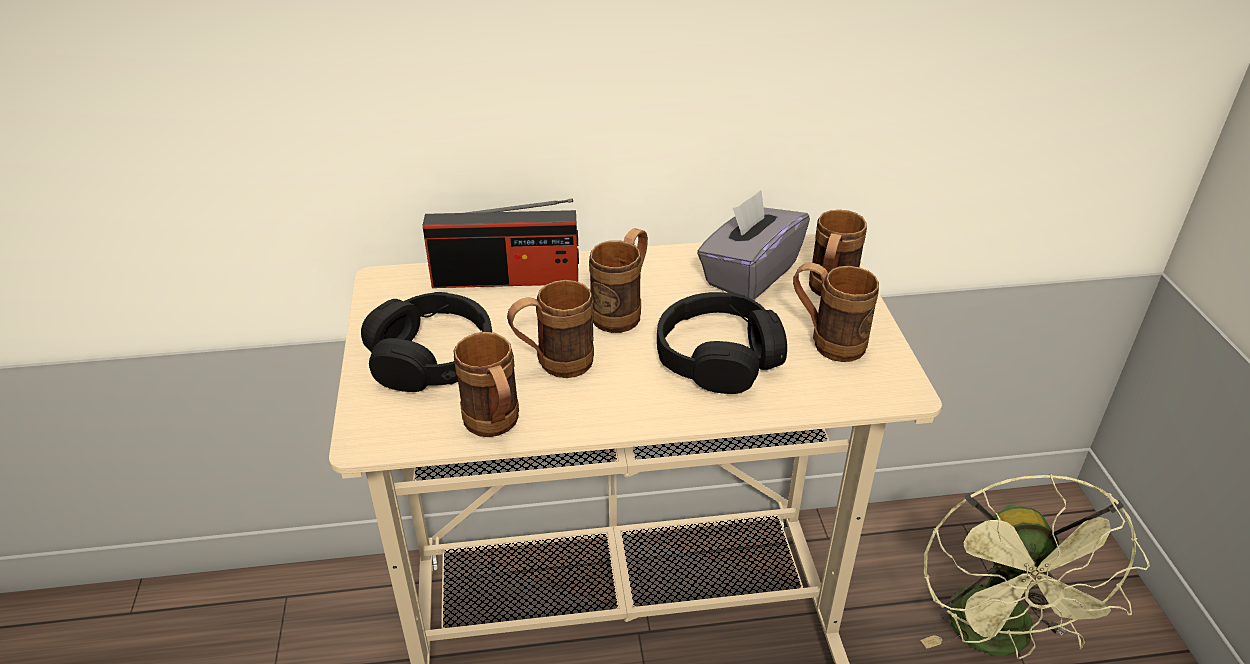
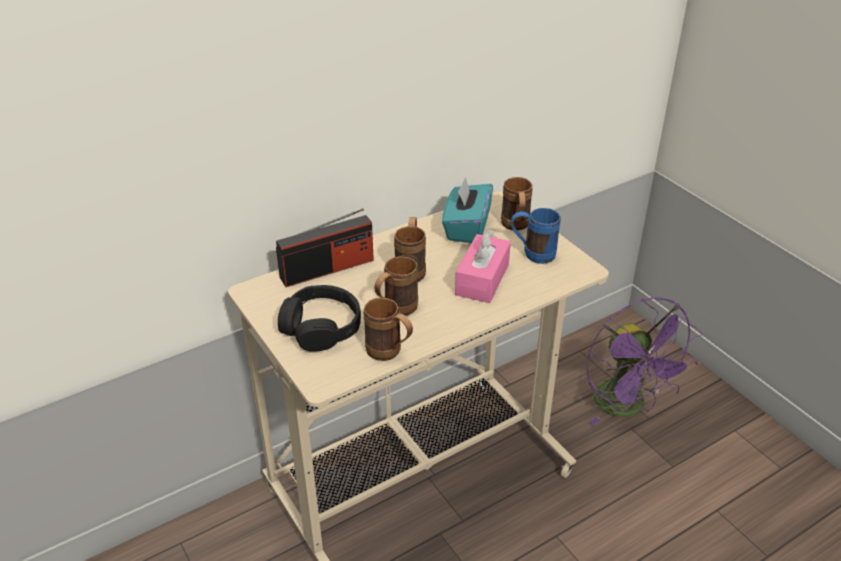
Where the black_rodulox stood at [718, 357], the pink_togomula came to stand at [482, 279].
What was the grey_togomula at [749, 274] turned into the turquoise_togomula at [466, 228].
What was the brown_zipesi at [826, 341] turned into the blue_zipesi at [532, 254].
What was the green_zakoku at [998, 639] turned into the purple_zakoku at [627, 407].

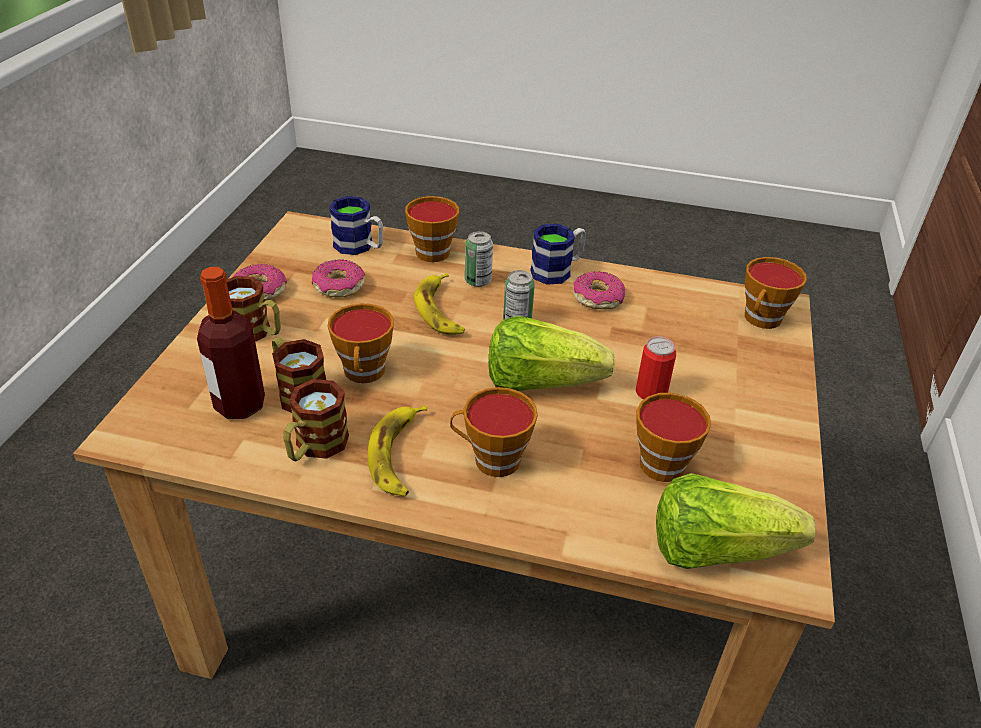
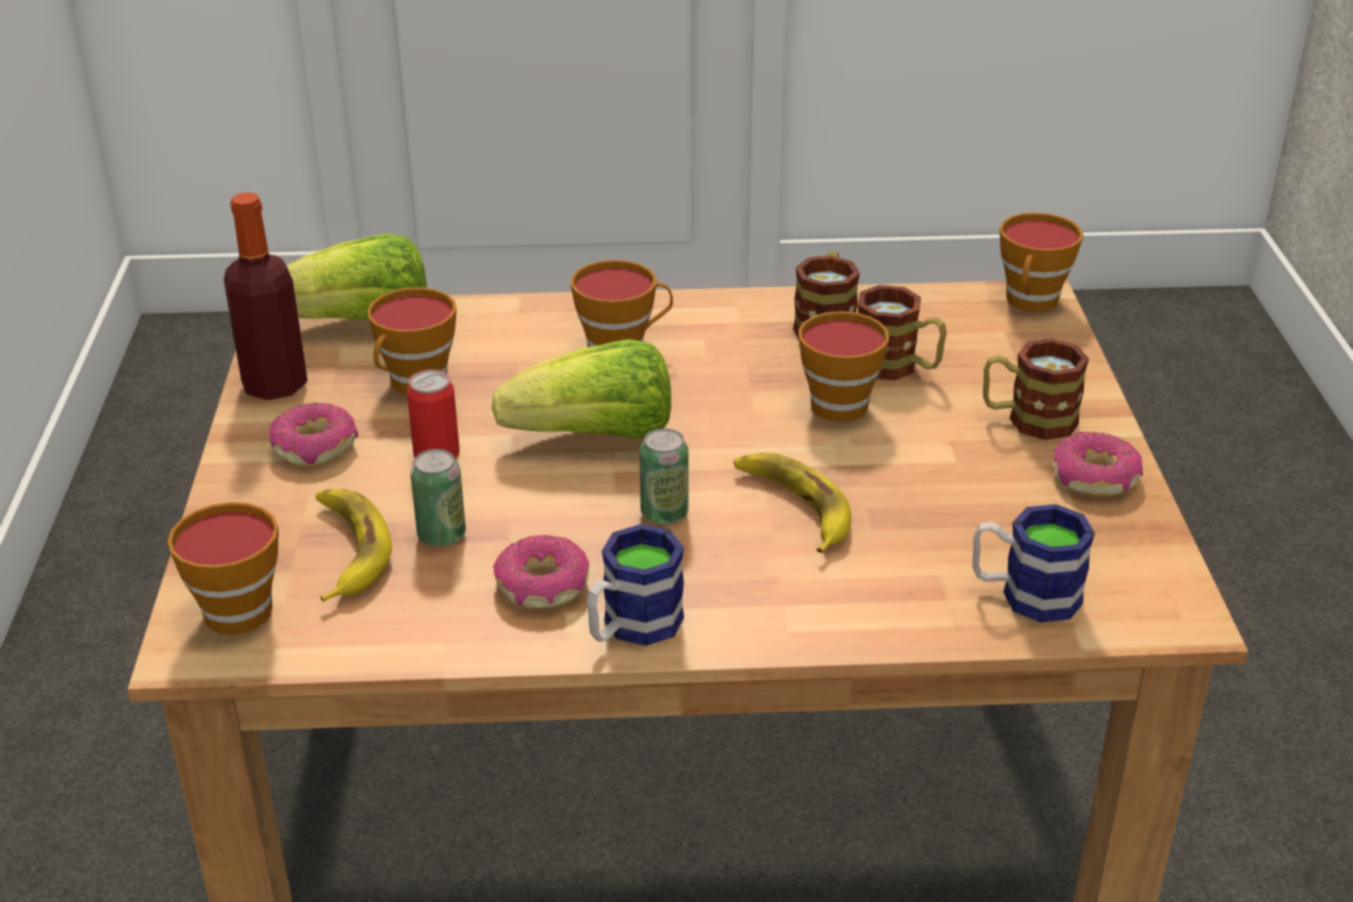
The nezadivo ended up elsewhere, having gone from [240, 405] to [275, 385].
The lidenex ended up elsewhere, having gone from [338, 286] to [315, 446].
The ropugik ended up elsewhere, having gone from [398, 455] to [347, 550].
The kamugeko ended up elsewhere, having gone from [435, 251] to [1031, 302].
The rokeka ended up elsewhere, having gone from [478, 281] to [441, 535].

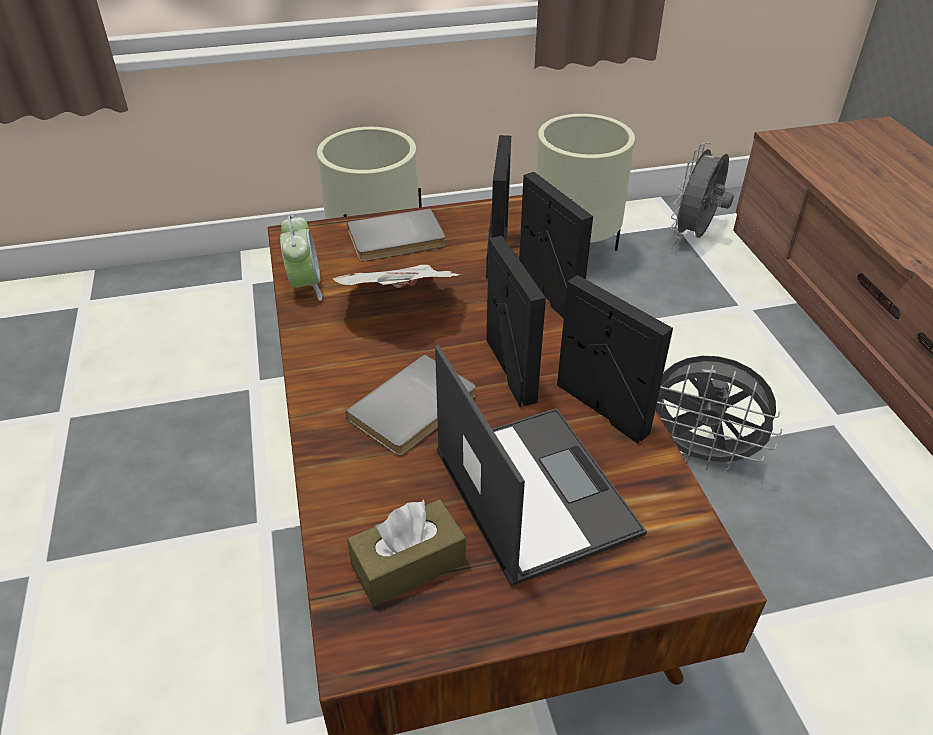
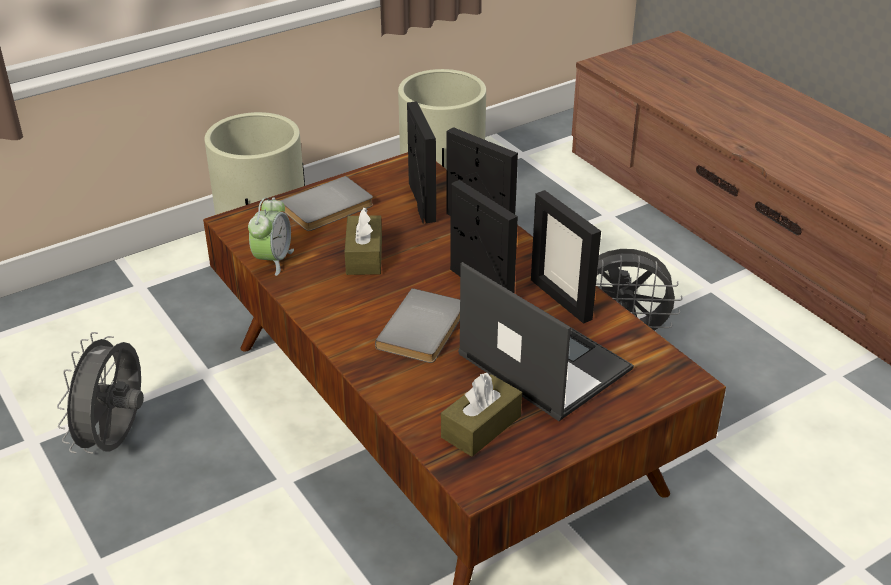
The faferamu at [305, 286] ended up facing another way, 45 degrees clockwise from before.
Where the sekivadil stood at [401, 302], the brown_togomula came to stand at [364, 256].
The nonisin at [600, 410] ended up facing another way, 150 degrees counterclockwise from before.
The grey_zakoku ended up elsewhere, having gone from [694, 235] to [116, 440].

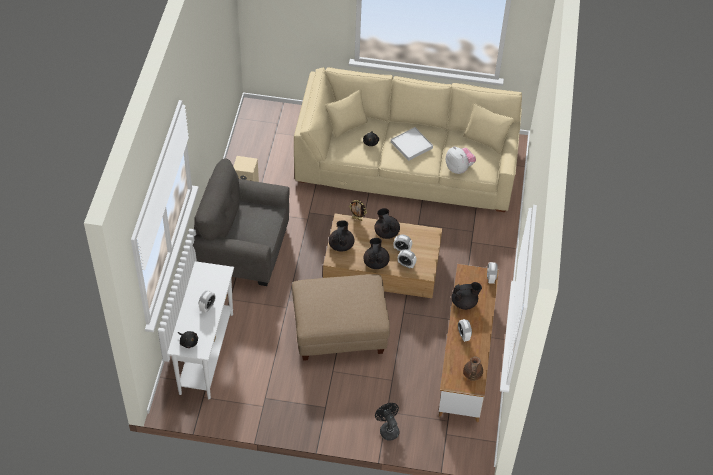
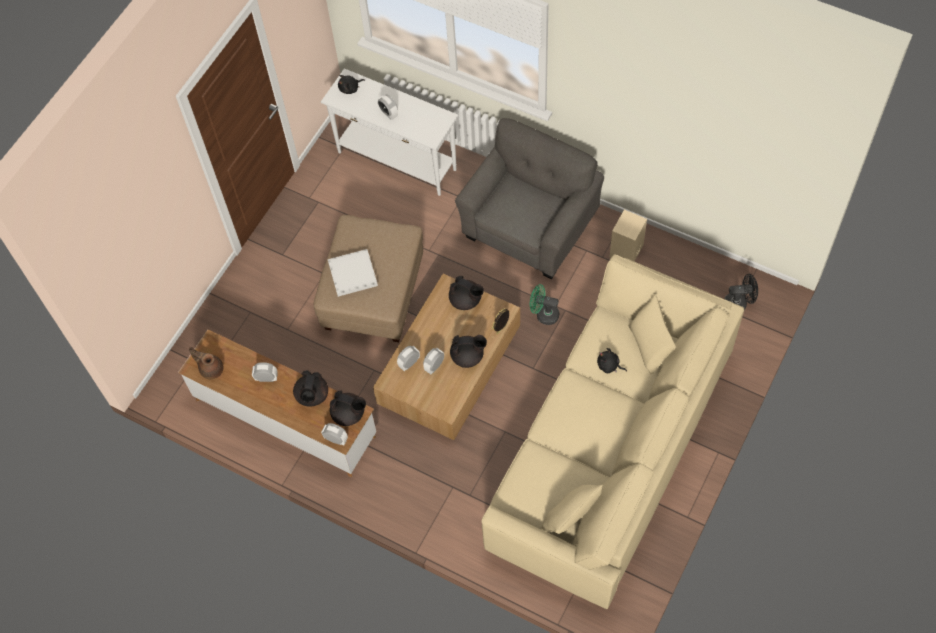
The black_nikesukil ended up elsewhere, having gone from [376, 262] to [349, 414].
The black_zakoku ended up elsewhere, having gone from [387, 429] to [739, 303].
The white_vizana ended up elsewhere, having gone from [411, 145] to [352, 274].
The second view lost the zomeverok at [459, 168].
The second view gained the green_zakoku at [543, 314].

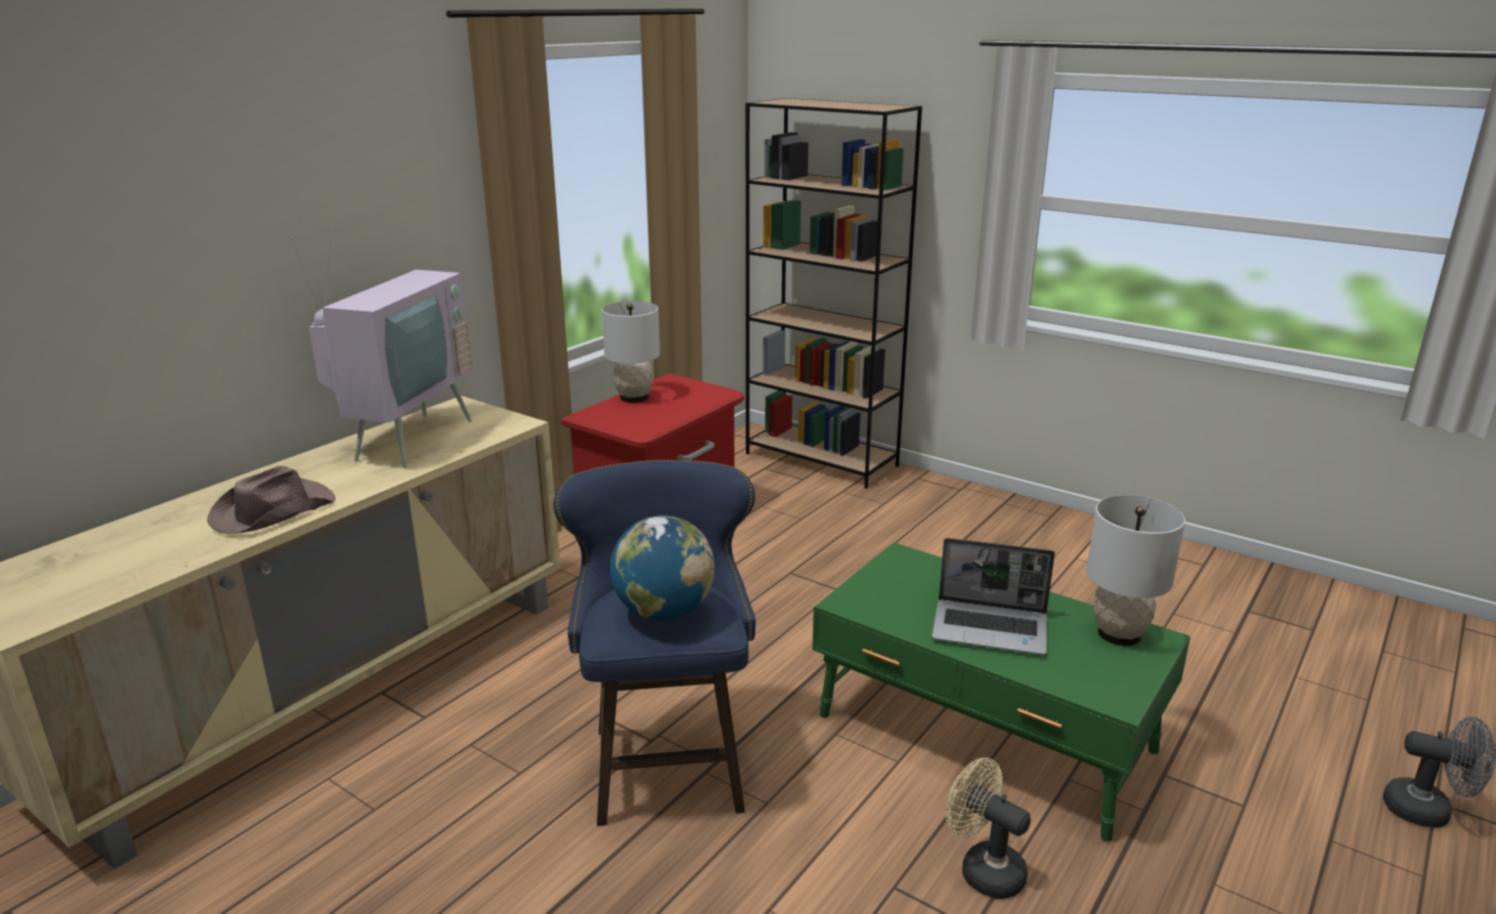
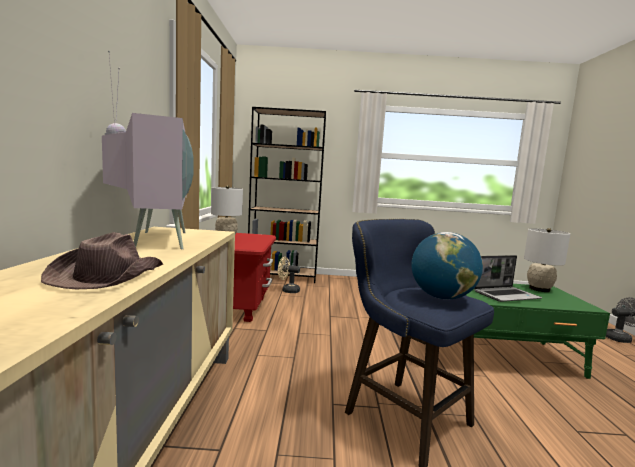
The beige_zakoku ended up elsewhere, having gone from [983, 869] to [287, 290].

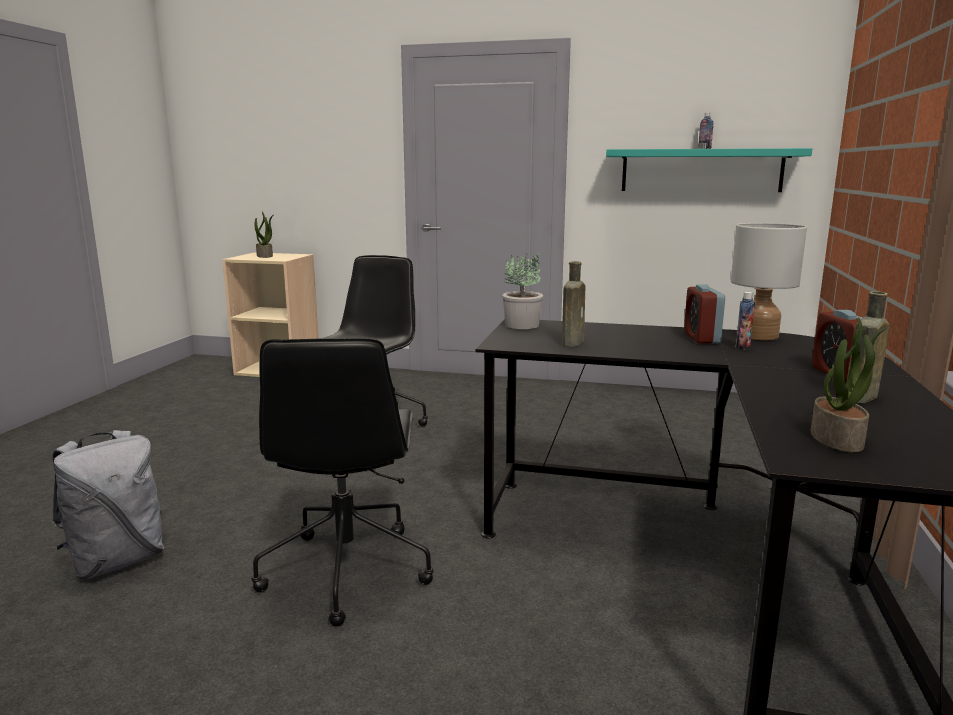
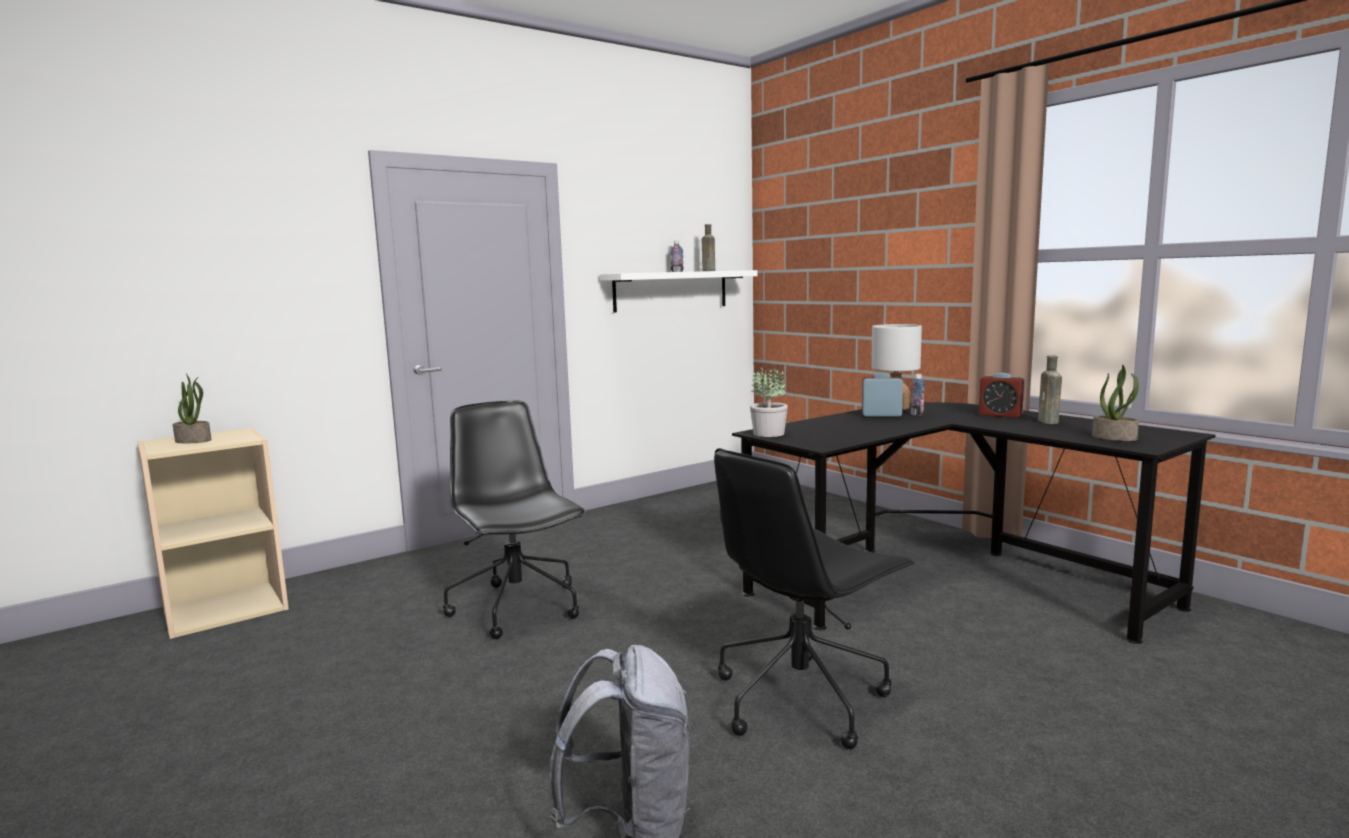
The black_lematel at [347, 567] ended up facing another way, 105 degrees clockwise from before.
The brown_nezadivo ended up elsewhere, having gone from [573, 342] to [708, 271].
What was the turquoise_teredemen at [701, 170] turned into the white_teredemen at [671, 290].
The faferamu at [701, 338] ended up facing another way, 150 degrees clockwise from before.

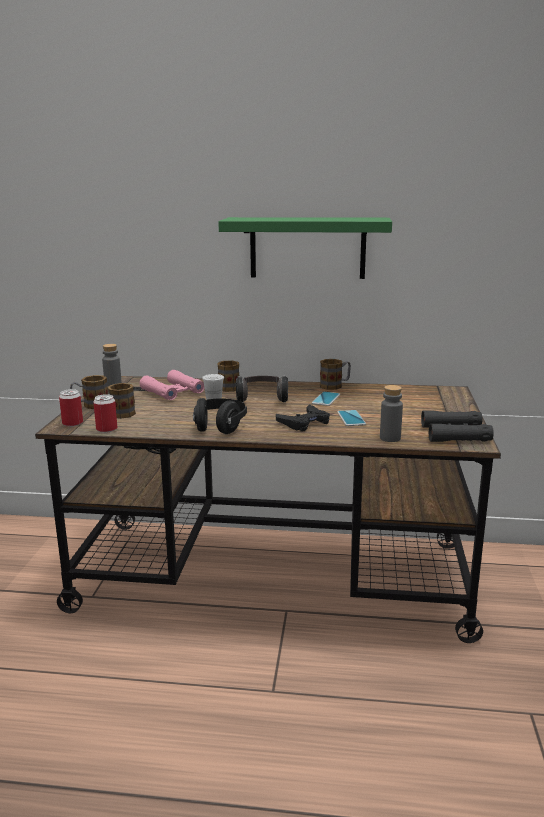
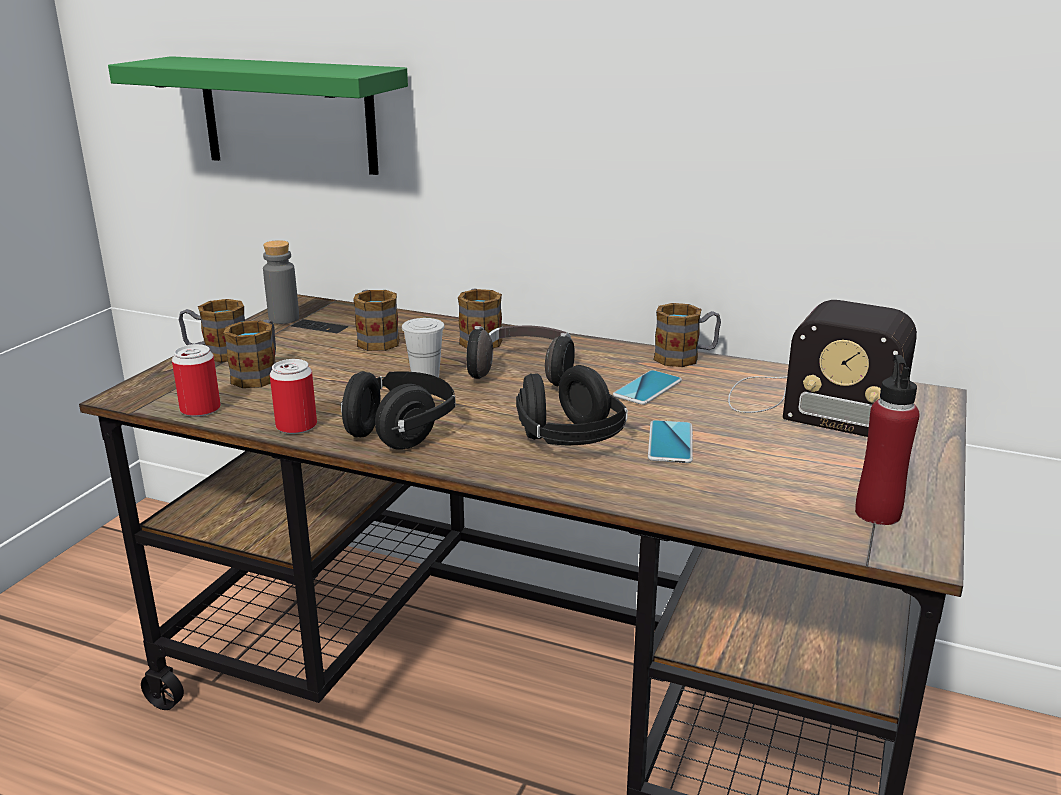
The rokeka ended up elsewhere, having gone from [72, 423] to [296, 426].
Where the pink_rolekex stood at [172, 391], the zipesi came to stand at [375, 339].
The green_teredemen ended up elsewhere, having gone from [307, 248] to [288, 115].
Where the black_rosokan stood at [304, 423], the black_rodulox came to stand at [569, 441].
The second view lost the grey_nezadivo at [390, 438].
Where the black_rolekex stood at [455, 433], the red_nezadivo came to stand at [877, 513].
The second view gained the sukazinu at [806, 405].

